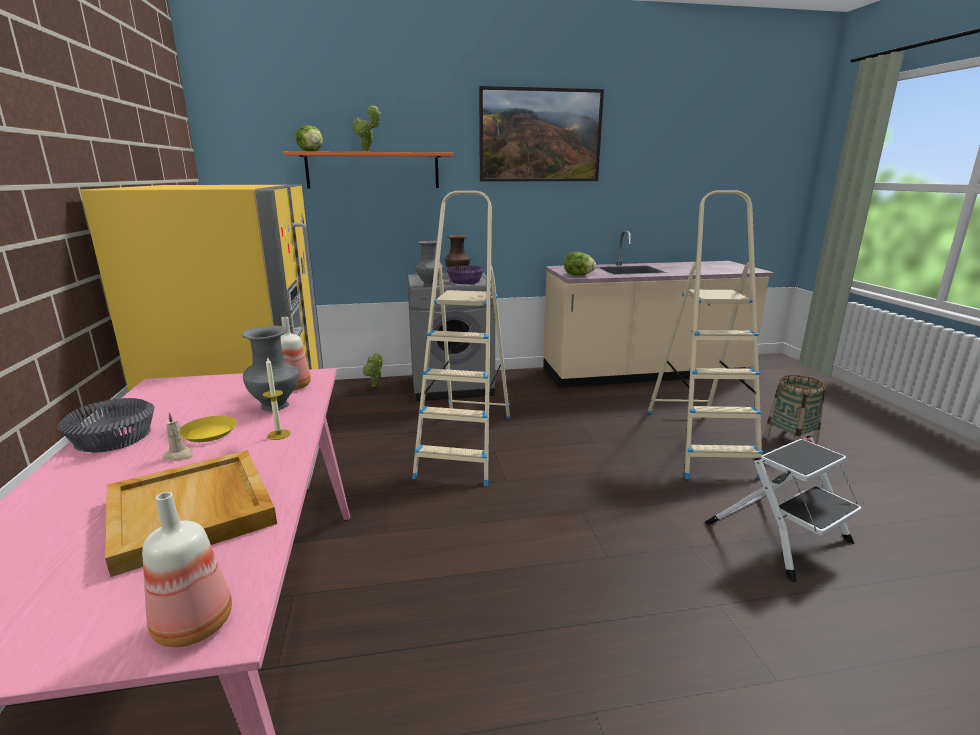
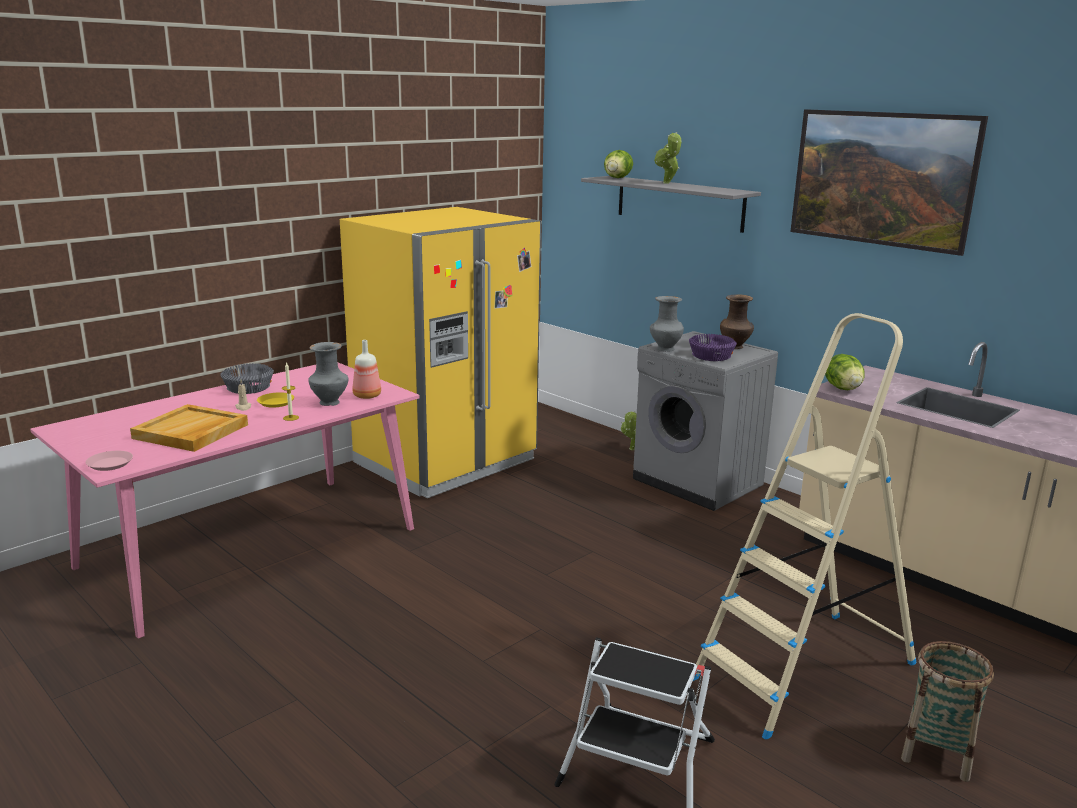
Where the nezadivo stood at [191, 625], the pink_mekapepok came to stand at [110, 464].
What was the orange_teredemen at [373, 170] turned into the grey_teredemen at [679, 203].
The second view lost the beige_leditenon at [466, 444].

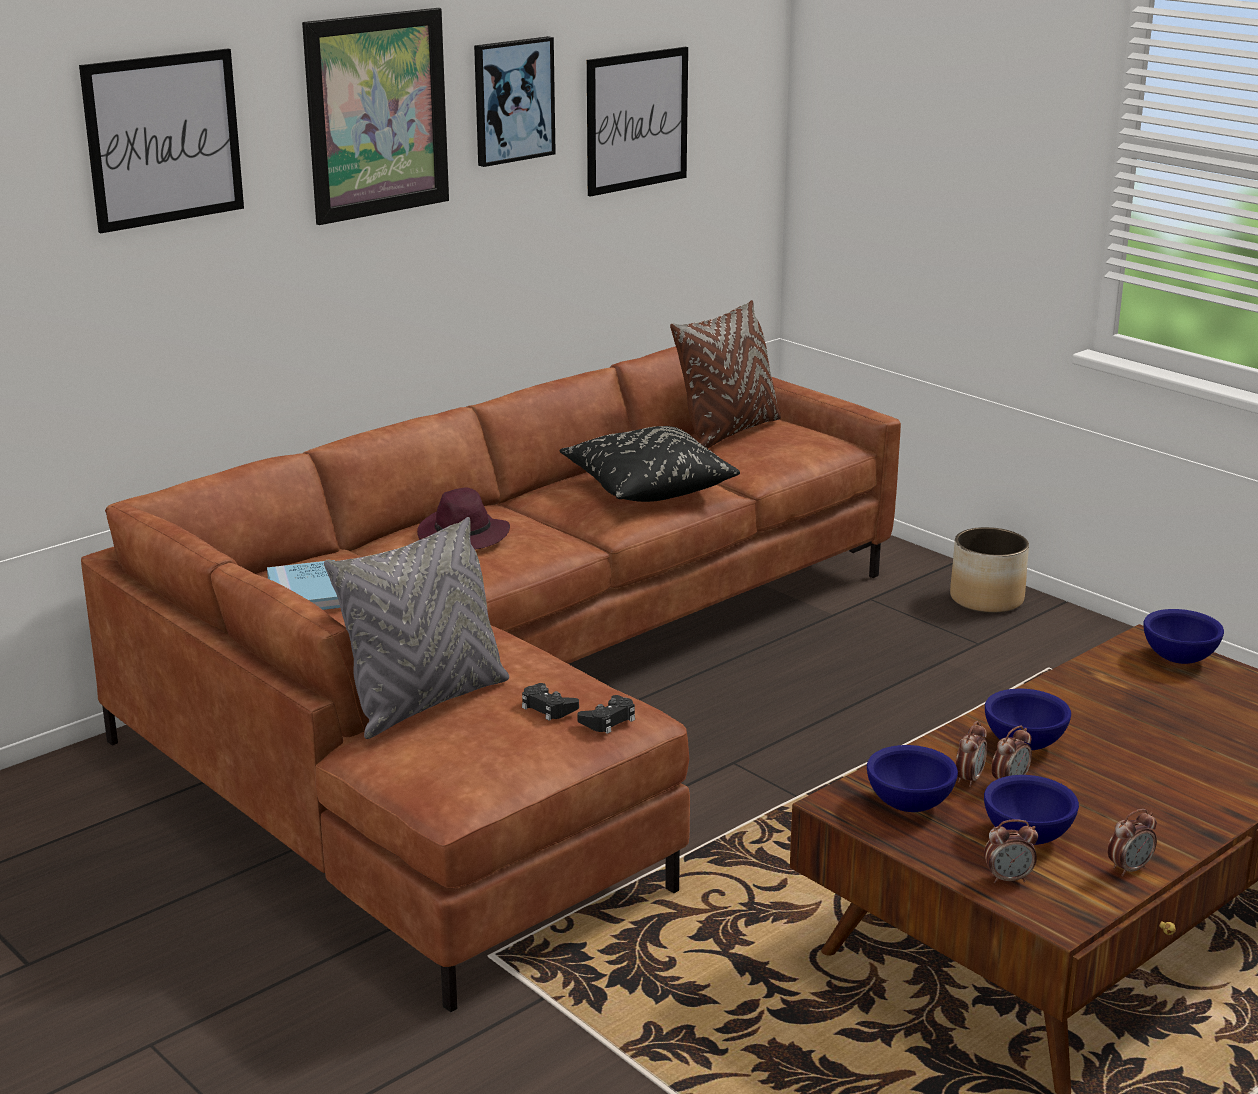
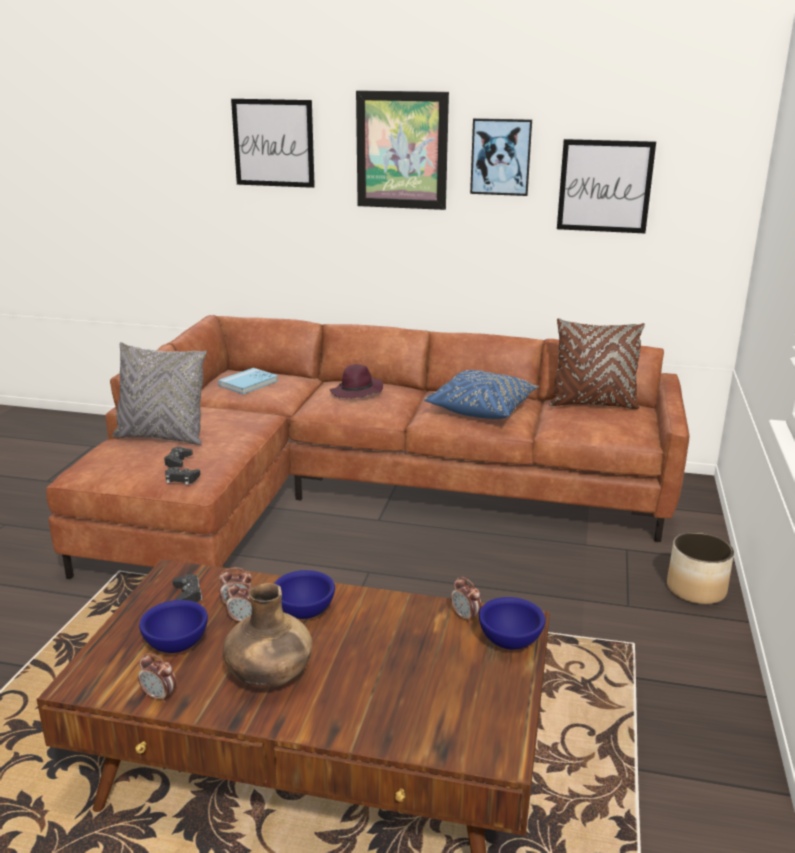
What was the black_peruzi at [647, 487] turned into the blue_peruzi at [482, 408].
Where the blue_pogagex stood at [910, 804], the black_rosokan came to stand at [188, 594].
The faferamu ended up elsewhere, having gone from [1008, 879] to [465, 617].
The second view gained the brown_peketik at [269, 677].

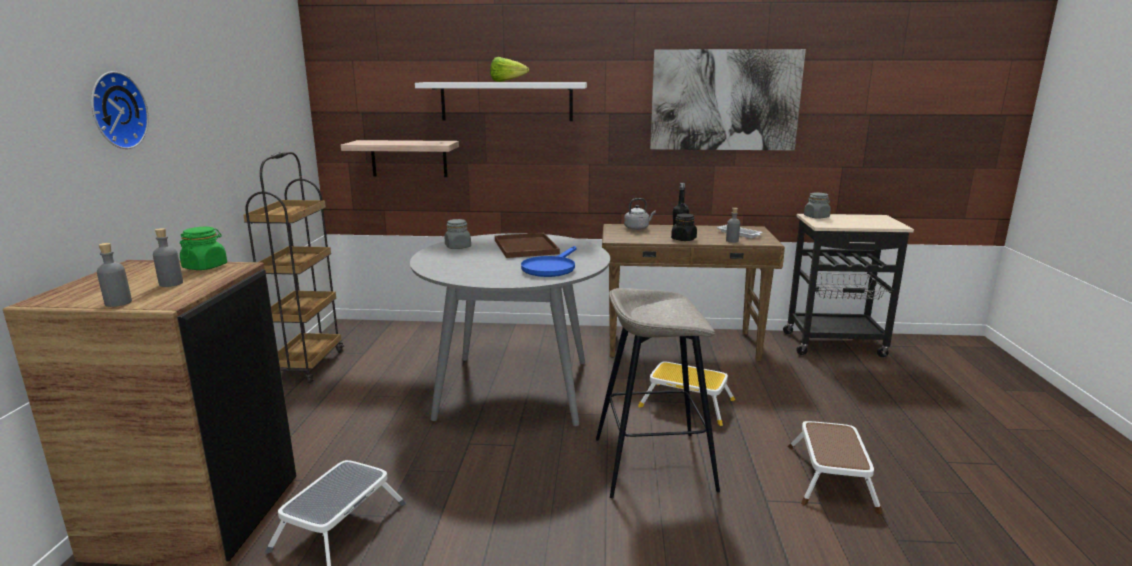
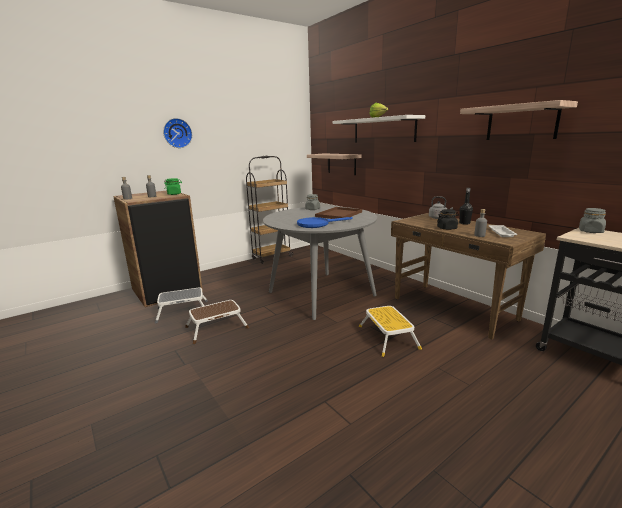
The second view lost the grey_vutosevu at [653, 463].
Where the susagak hung at [725, 100], the teredemen came to hang at [521, 122].
The brown_leditenon ended up elsewhere, having gone from [831, 477] to [217, 327].

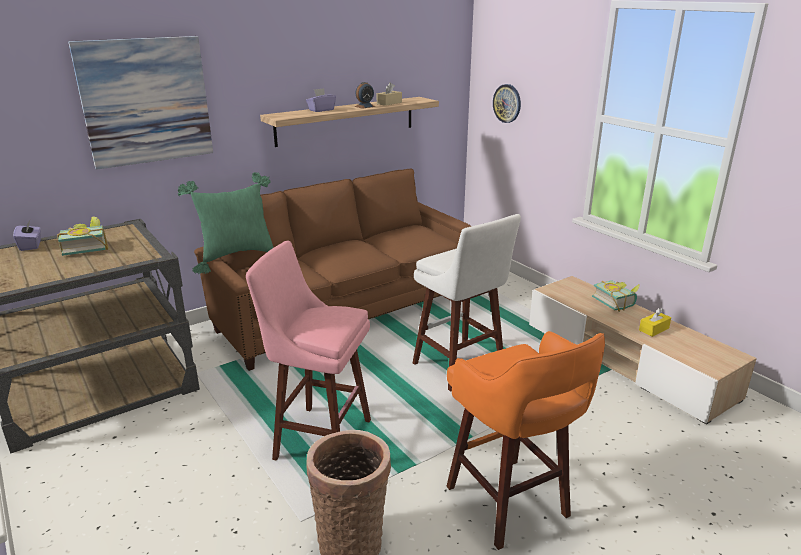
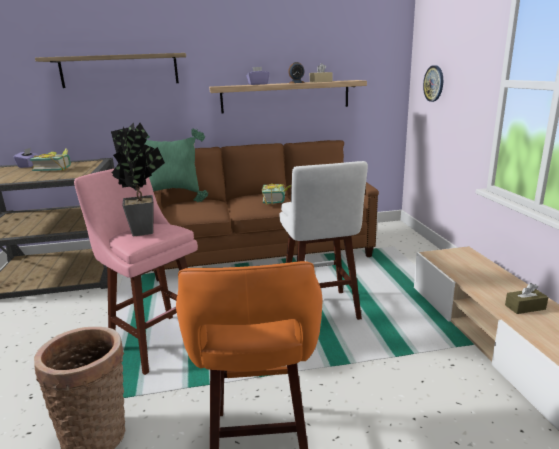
Where the susagak hung at [146, 101], the teredemen came to hang at [119, 70].
The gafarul ended up elsewhere, having gone from [616, 302] to [277, 200].
What was the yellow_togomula at [654, 329] turned into the brown_togomula at [525, 307].
The second view gained the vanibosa at [145, 229].

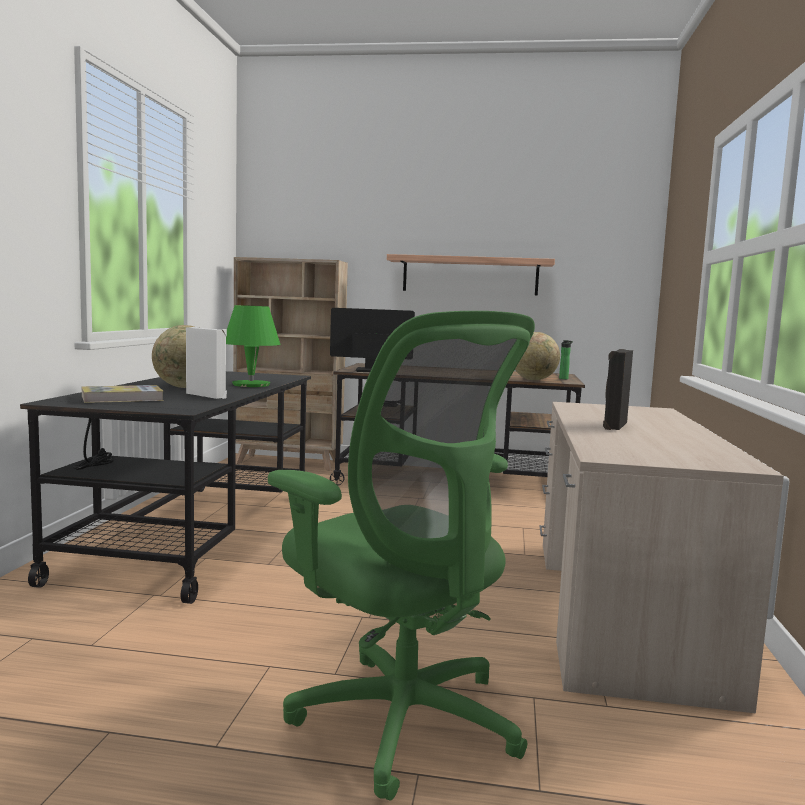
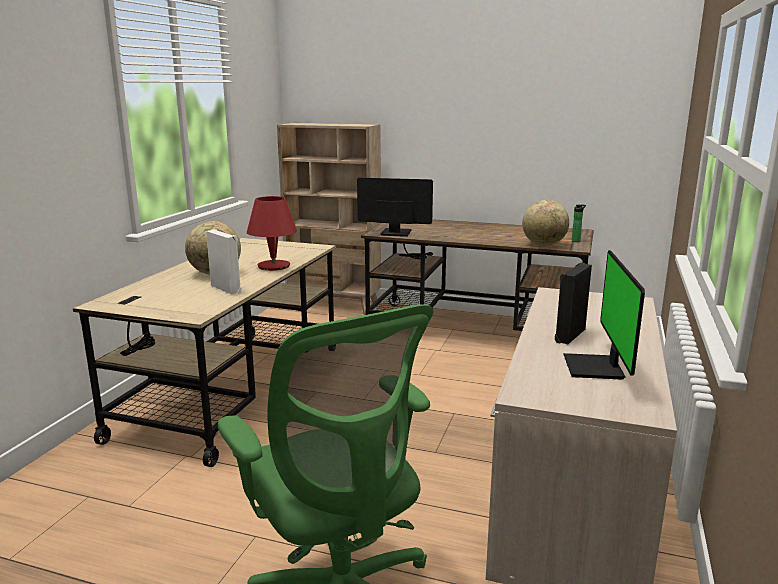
What was the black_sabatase at [195, 534] turned into the beige_sabatase at [234, 390].
The second view lost the gafarul at [122, 398].
What was the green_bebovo at [251, 384] turned into the red_bebovo at [274, 266].
The second view lost the teredemen at [470, 275].
The second view gained the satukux at [596, 368].

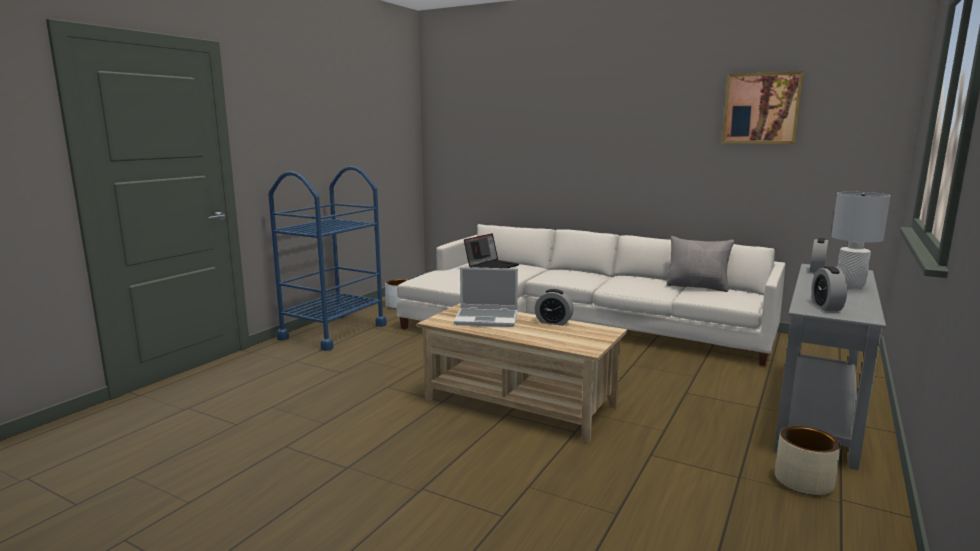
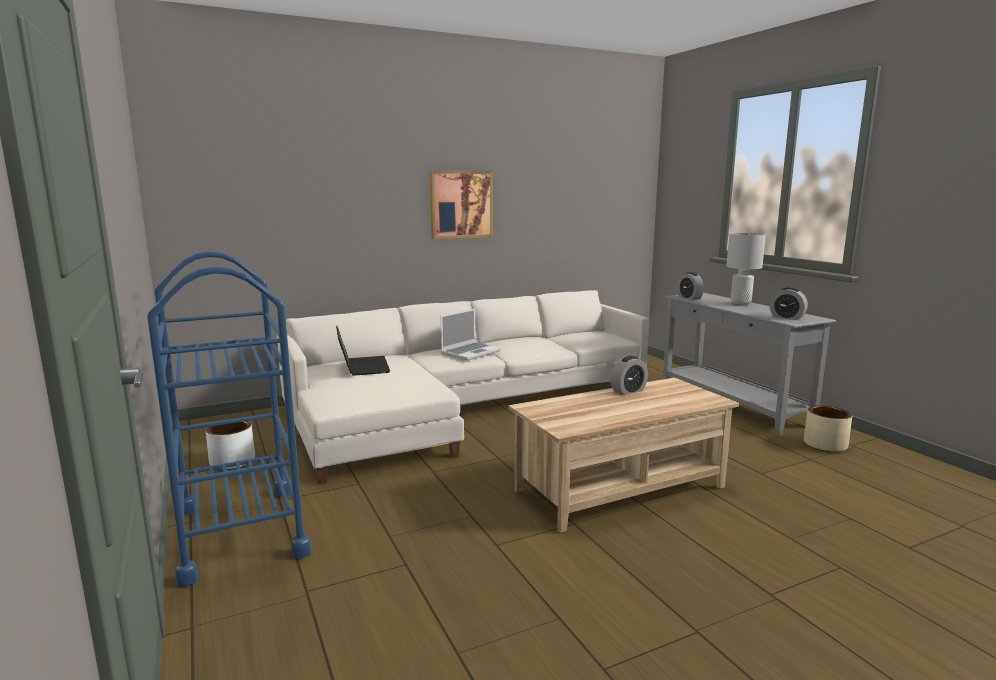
The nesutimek ended up elsewhere, having gone from [487, 319] to [470, 352].
The second view lost the grey_peruzi at [697, 287].
The susagak ended up elsewhere, having gone from [761, 108] to [461, 204].

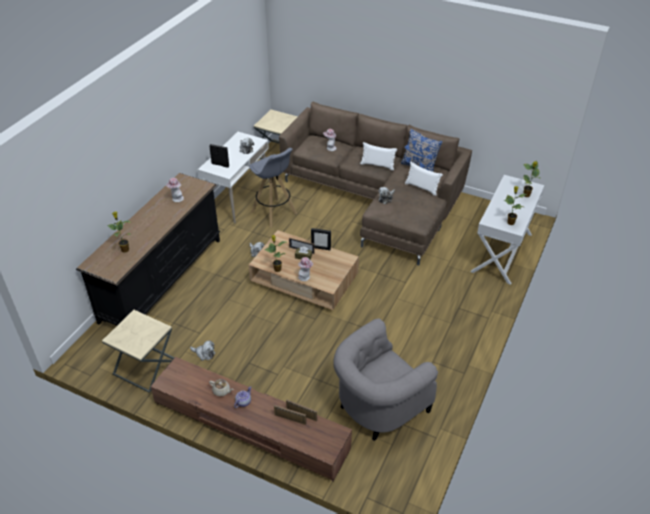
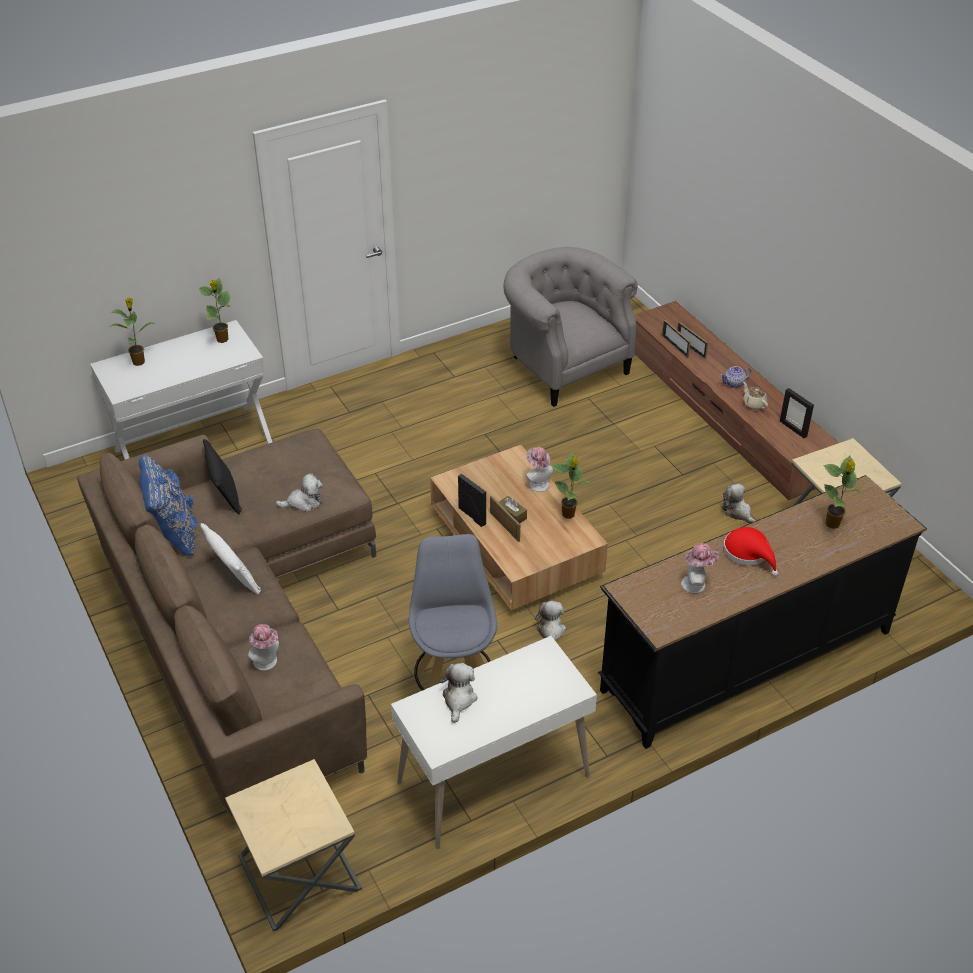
The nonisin ended up elsewhere, having gone from [220, 165] to [793, 428].
The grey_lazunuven at [379, 407] ended up facing another way, 120 degrees counterclockwise from before.
What was the white_peruzi at [422, 187] turned into the black_peruzi at [224, 493].
The second view gained the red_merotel at [749, 553].

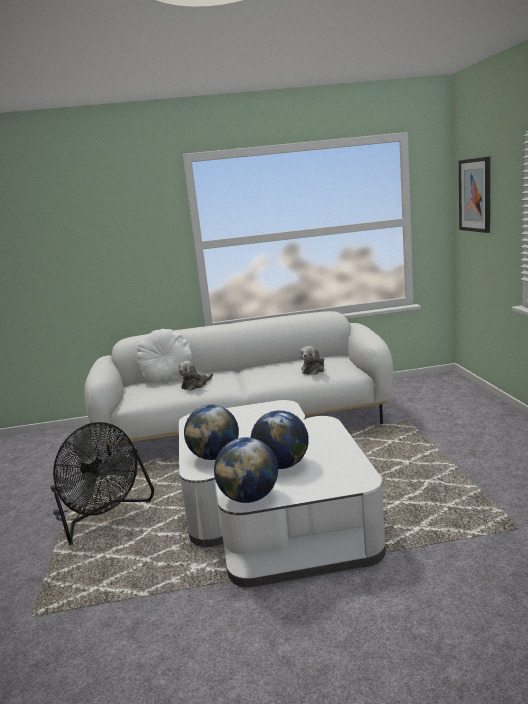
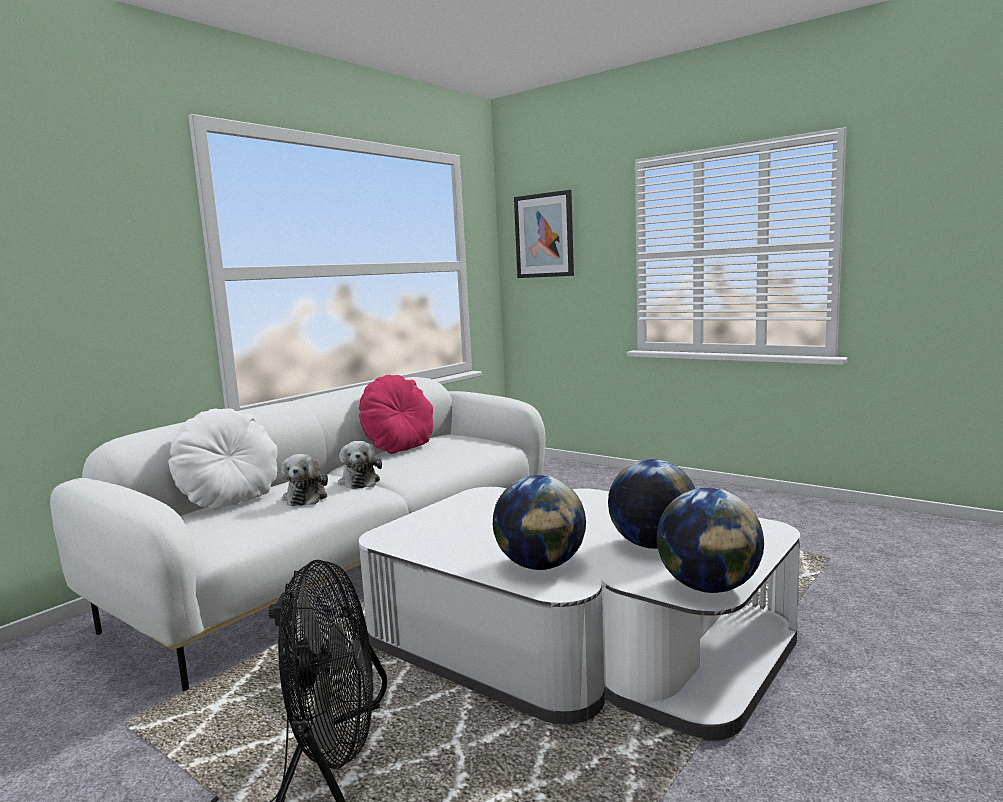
The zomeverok ended up elsewhere, having gone from [314, 370] to [359, 481].
The second view gained the pink_peruzi at [399, 449].

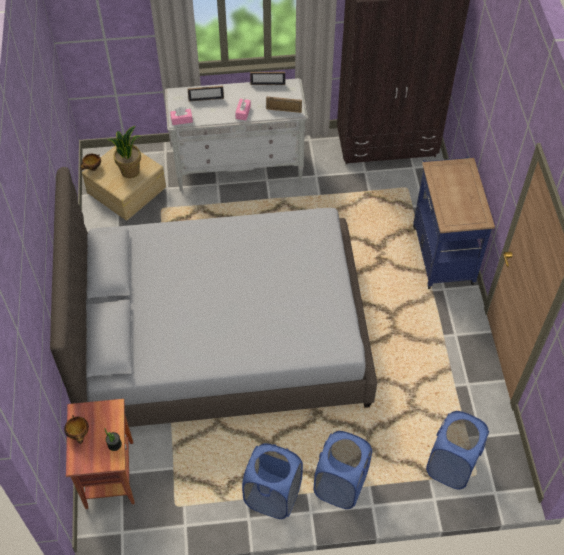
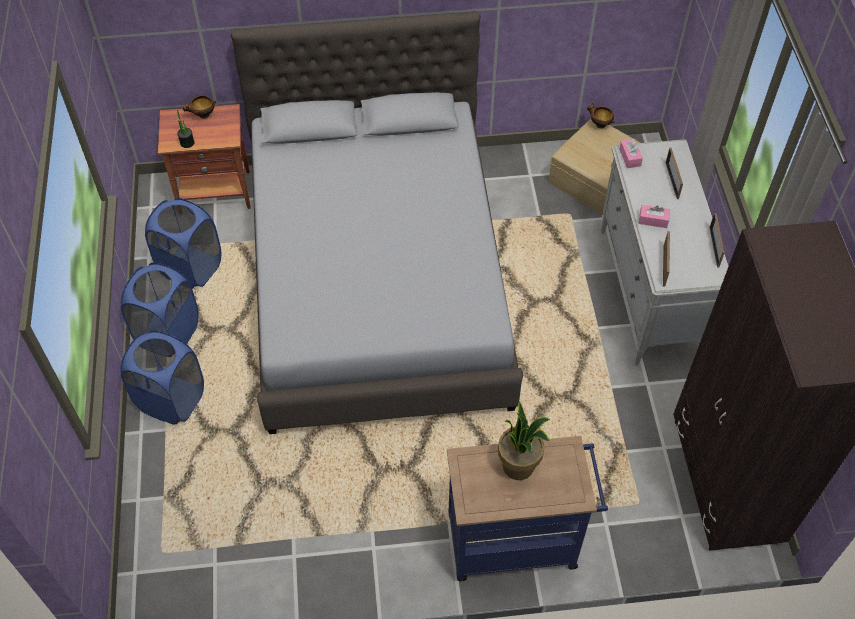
The vanibosa ended up elsewhere, having gone from [130, 171] to [519, 466].
The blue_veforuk ended up elsewhere, having gone from [451, 465] to [191, 268].

